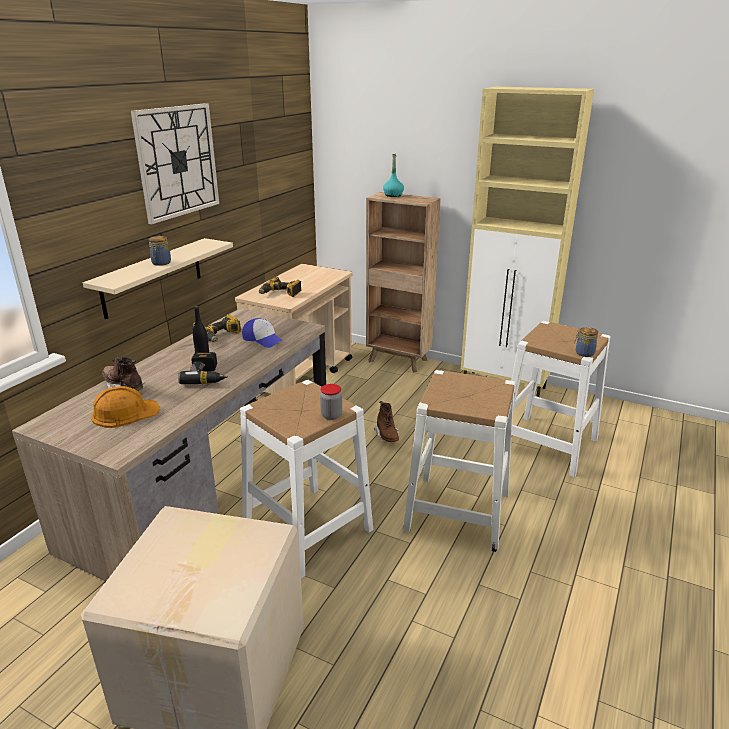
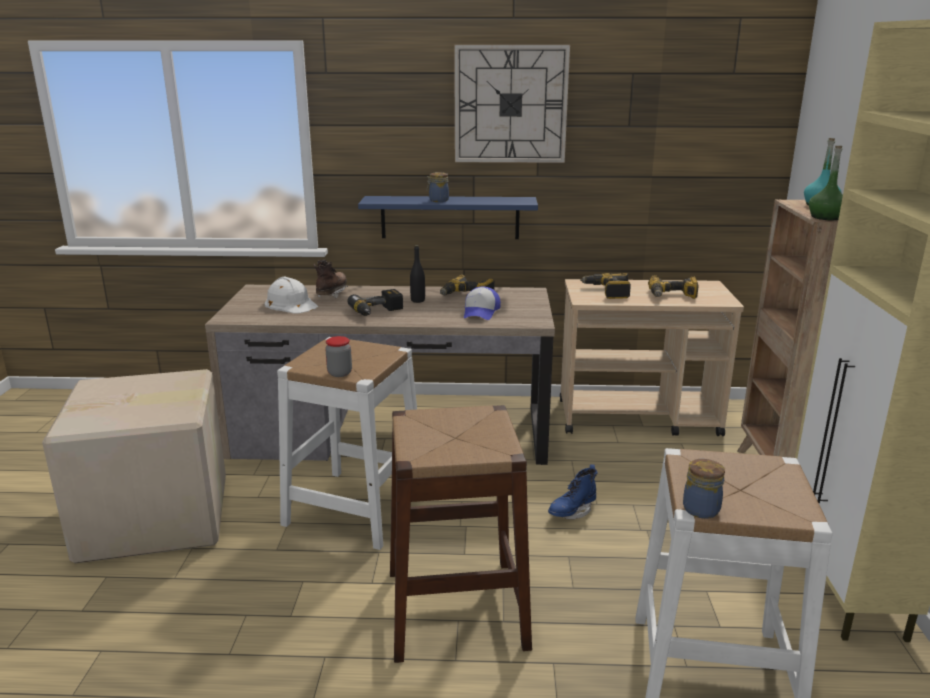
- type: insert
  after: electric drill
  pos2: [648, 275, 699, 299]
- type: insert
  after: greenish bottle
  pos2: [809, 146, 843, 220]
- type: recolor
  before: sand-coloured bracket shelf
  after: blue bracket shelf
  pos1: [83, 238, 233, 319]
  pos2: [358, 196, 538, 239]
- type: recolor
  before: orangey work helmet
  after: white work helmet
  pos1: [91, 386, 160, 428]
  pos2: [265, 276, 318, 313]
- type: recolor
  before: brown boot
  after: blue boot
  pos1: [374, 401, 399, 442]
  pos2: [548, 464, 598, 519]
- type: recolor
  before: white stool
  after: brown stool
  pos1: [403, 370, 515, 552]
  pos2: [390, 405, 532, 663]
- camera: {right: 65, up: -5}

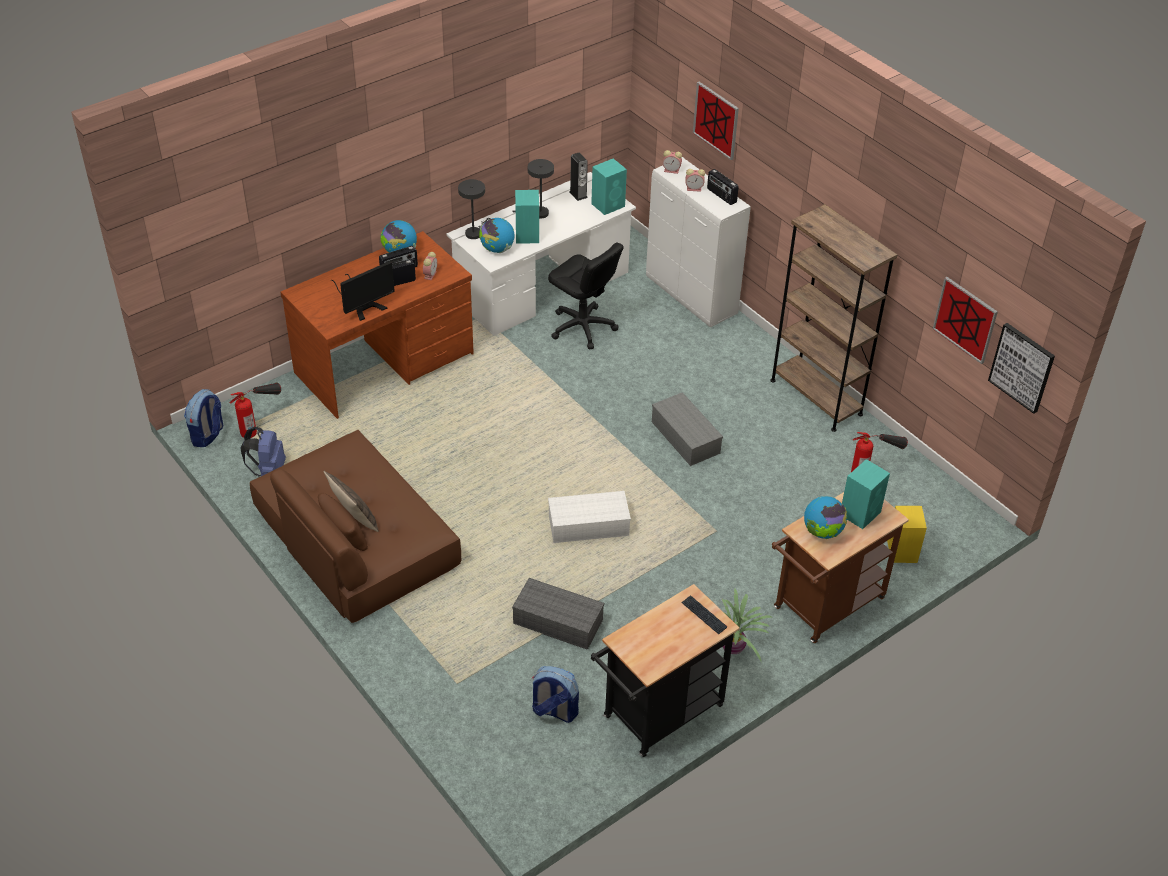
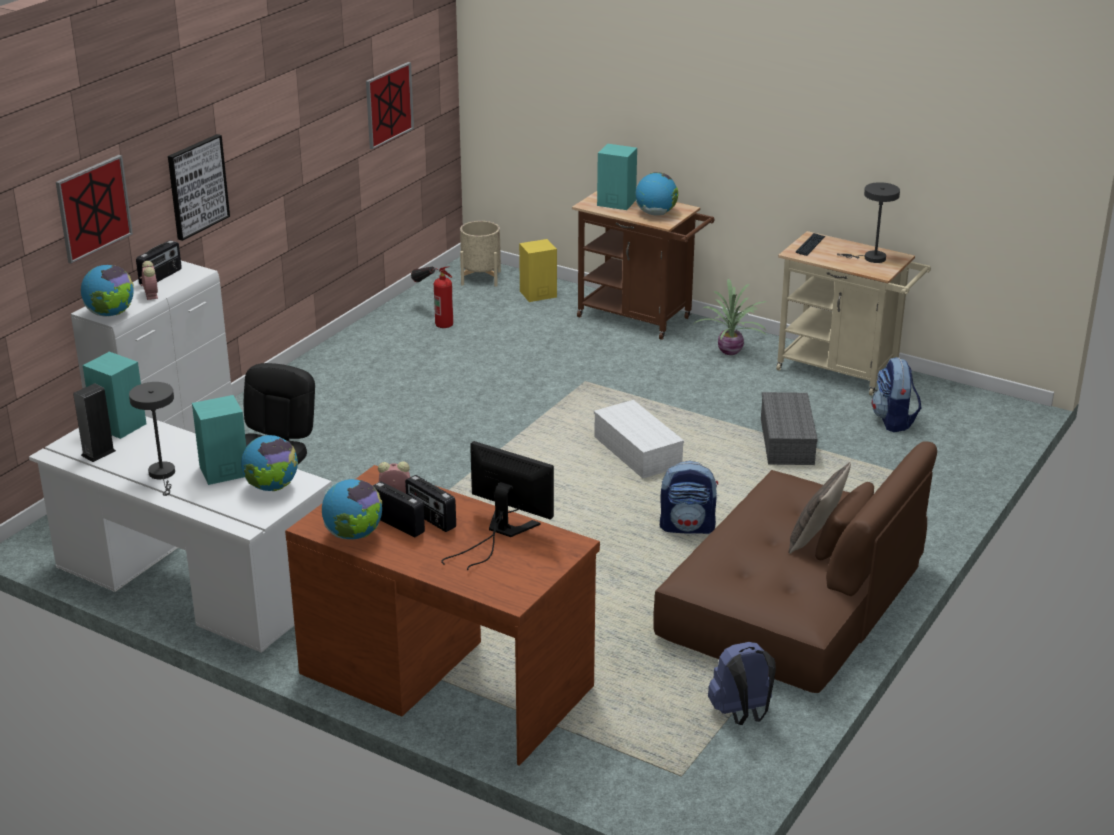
- type: delete
  before: fire-fighting cylinder
  pos1: [230, 383, 281, 438]
- type: delete
  before: gray storage bin
  pos1: [652, 392, 723, 466]
- type: delete
  before: brown shelving unit
  pos1: [770, 204, 897, 432]
- type: insert
  after: sand-coloured plant pot
  pos2: [460, 221, 501, 287]
- type: move
  before: backpack
  pos1: [184, 389, 223, 447]
  pos2: [660, 461, 718, 534]
- type: move
  before: gray table lamp
  pos1: [458, 179, 490, 239]
  pos2: [838, 182, 900, 263]
- type: move
  before: picture
  pos1: [988, 323, 1055, 414]
  pos2: [168, 134, 230, 241]
- type: replace
  before: bedside clock
  after: globe
  pos1: [663, 150, 682, 174]
  pos2: [81, 265, 134, 316]
- type: recolor
  before: black trolley
  after: sand-coloured trolley
  pos1: [591, 584, 740, 757]
  pos2: [776, 231, 931, 396]
- camera: {right: -110, up: -15}

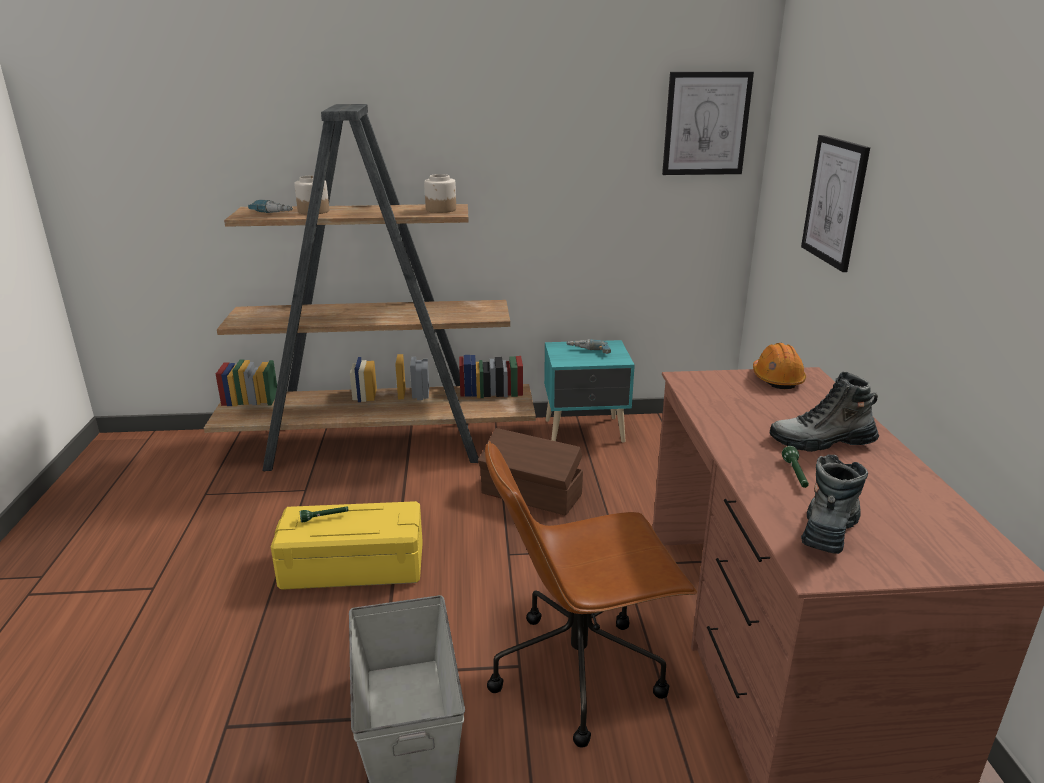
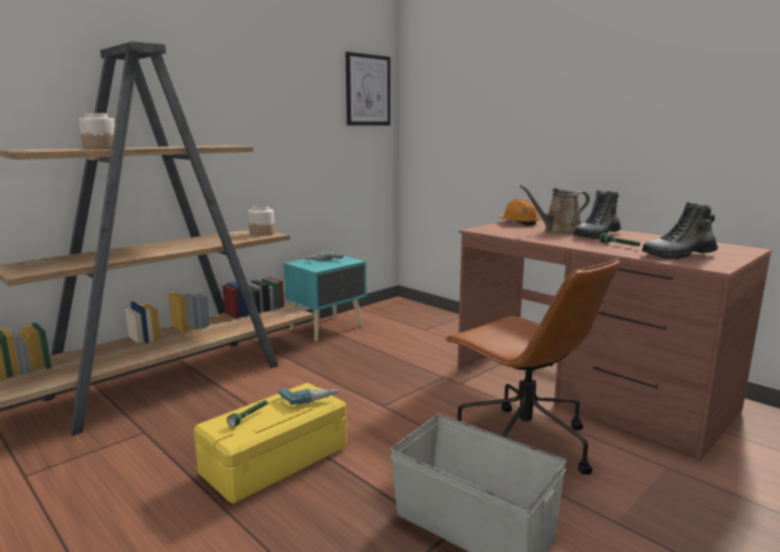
- type: delete
  before: brown storage bin
  pos1: [478, 428, 583, 516]
- type: delete
  before: picture
  pos1: [801, 135, 870, 272]
- type: insert
  after: brown watering can
  pos2: [520, 185, 590, 234]
- type: move
  before: electric drill
  pos1: [248, 200, 293, 213]
  pos2: [278, 387, 340, 405]
- type: move
  before: storage jar
  pos1: [424, 174, 456, 213]
  pos2: [248, 206, 275, 236]
- type: rotate
  before: brown office chair
  pos1: [485, 441, 697, 748]
  pos2: [444, 258, 620, 475]
  turn: -75
- type: rotate
  before: boot
  pos1: [801, 454, 868, 554]
  pos2: [642, 202, 718, 259]
  turn: -90
- camera: {right: -40, up: -10}

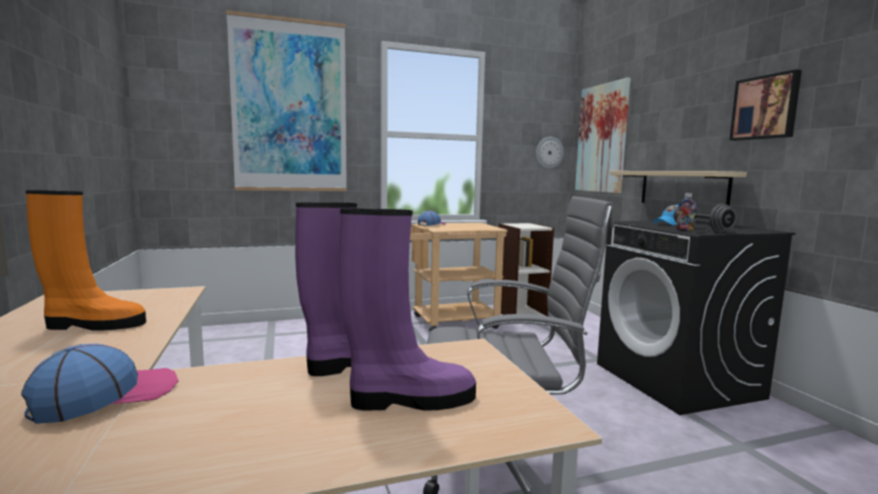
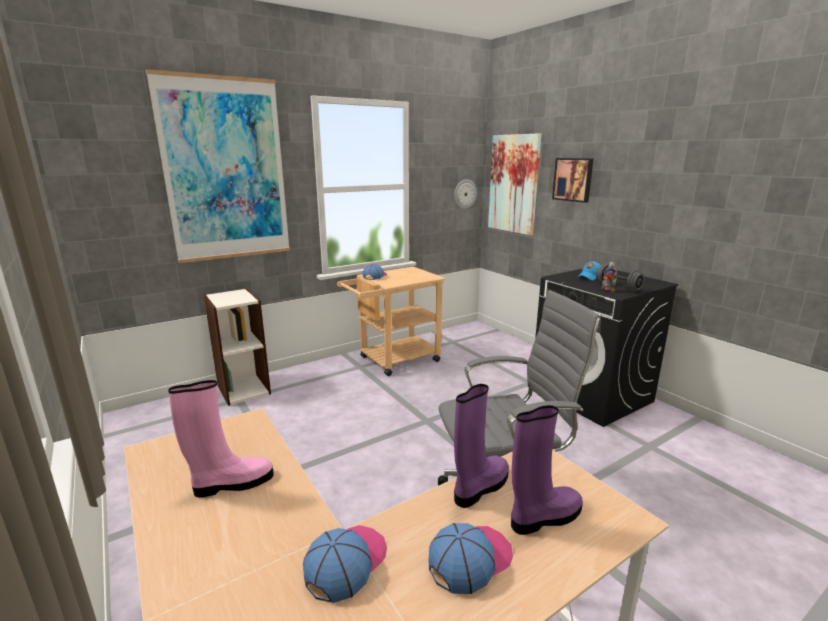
- type: delete
  before: sand-coloured bracket shelf
  pos1: [610, 171, 747, 206]
- type: insert
  after: baseball cap
  pos2: [428, 523, 513, 594]
- type: move
  before: shelving unit
  pos1: [498, 223, 554, 316]
  pos2: [204, 288, 271, 406]
- type: move
  before: picture
  pos1: [729, 69, 802, 141]
  pos2: [552, 158, 593, 203]
- type: recolor
  before: orangey boot
  after: pink-coloured boot
  pos1: [26, 190, 146, 330]
  pos2: [168, 380, 274, 497]
- camera: {right: -15, up: 10}

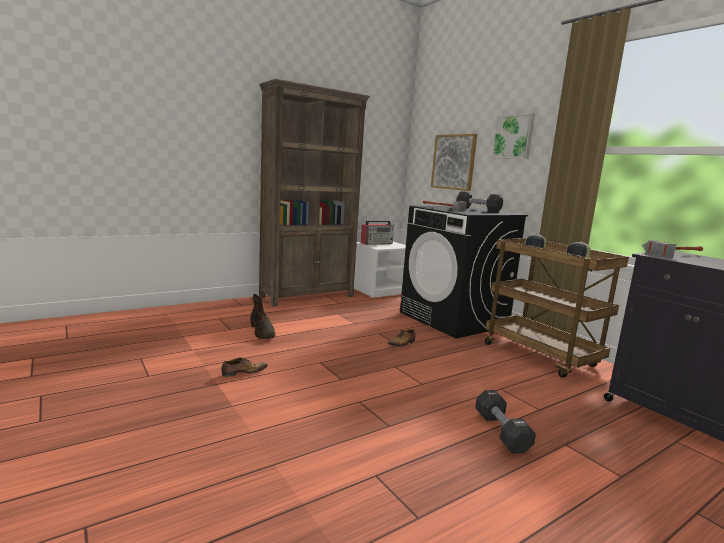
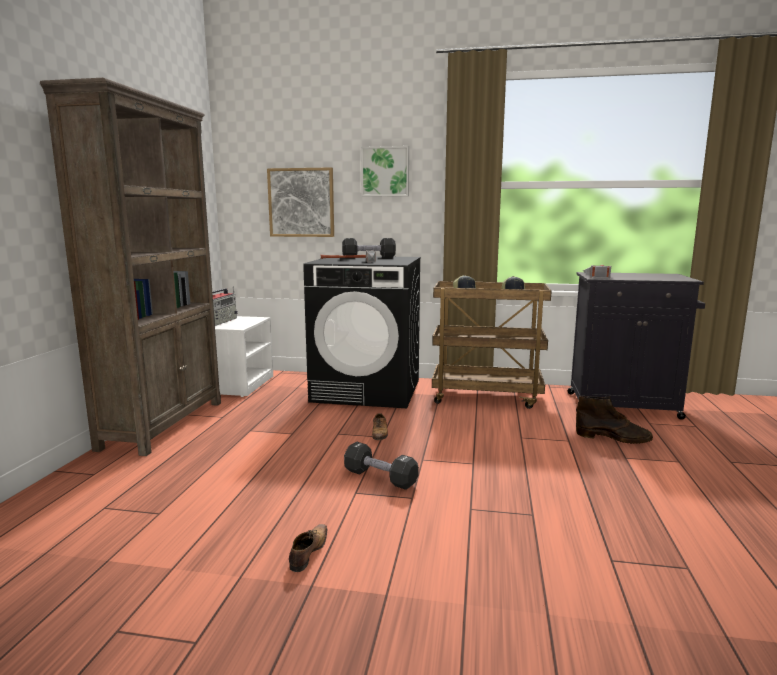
- type: move
  before: brown boot
  pos1: [250, 294, 276, 339]
  pos2: [576, 396, 653, 444]
- type: move
  before: black dumbbell
  pos1: [475, 390, 536, 454]
  pos2: [344, 442, 419, 490]
- camera: {right: -45, up: 0}

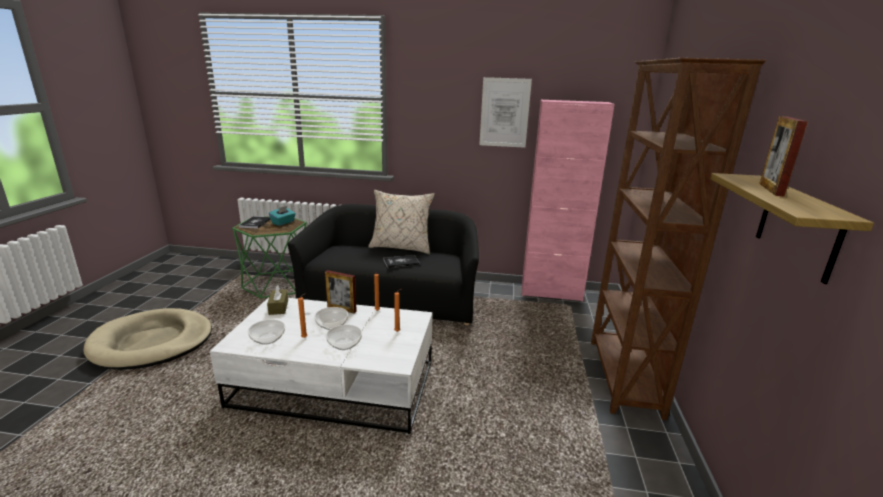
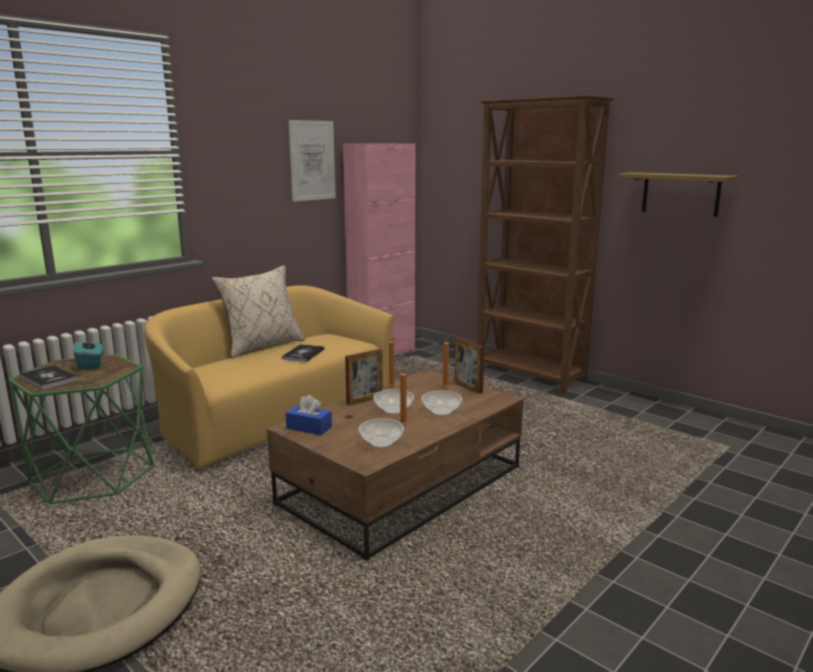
- type: move
  before: standing frame
  pos1: [759, 116, 808, 196]
  pos2: [454, 338, 485, 394]
- type: recolor
  before: white lounge table
  after: brown lounge table
  pos1: [210, 297, 433, 434]
  pos2: [267, 370, 523, 561]
- type: recolor
  before: brown box of tissues
  after: blue box of tissues
  pos1: [267, 285, 288, 315]
  pos2: [286, 395, 332, 435]
- type: recolor
  before: black settee
  after: yellowish settee
  pos1: [288, 204, 479, 325]
  pos2: [144, 285, 394, 471]
- camera: {right: -55, up: -5}

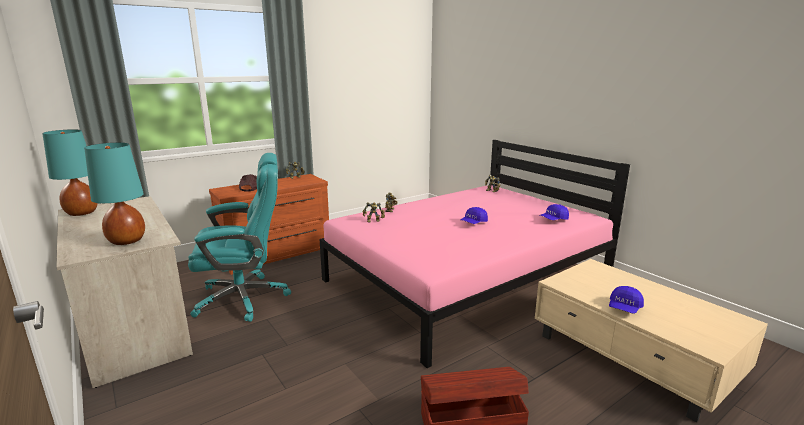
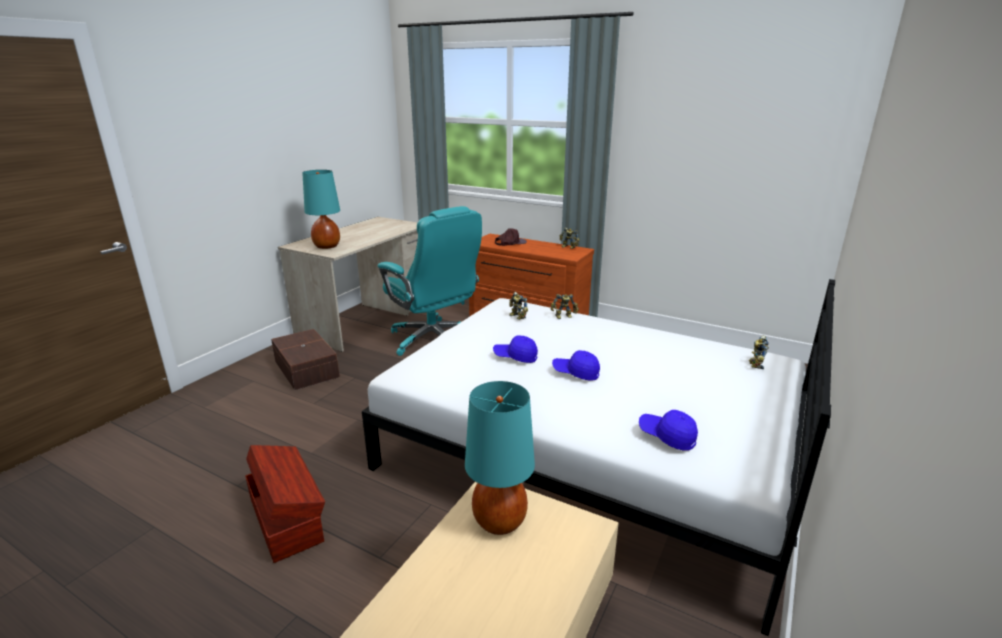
- type: insert
  after: brown storage bin
  pos2: [271, 329, 340, 390]
- type: move
  before: blue-green table lamp
  pos1: [42, 129, 98, 216]
  pos2: [465, 381, 535, 535]
- type: move
  before: blue baseball cap
  pos1: [609, 286, 644, 314]
  pos2: [493, 335, 538, 363]
- type: recolor
  before: pink-coloured sleeping bed
  after: white sleeping bed
  pos1: [319, 140, 630, 368]
  pos2: [362, 279, 835, 636]
- camera: {right: 65, up: 5}

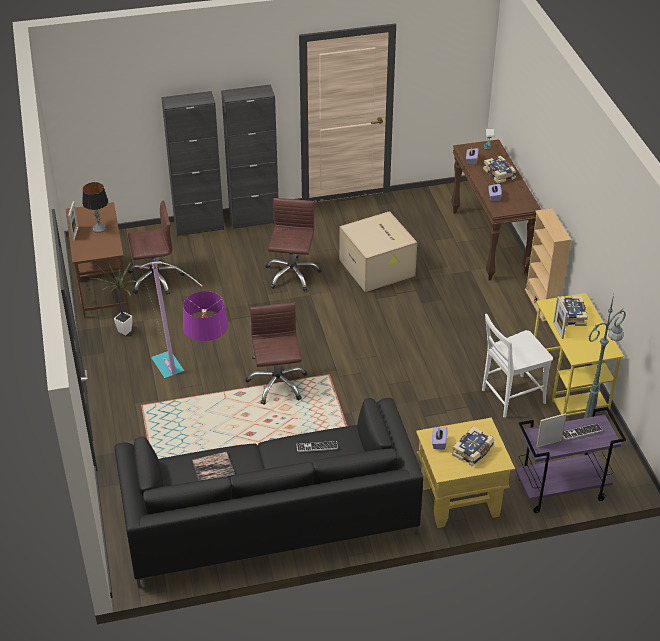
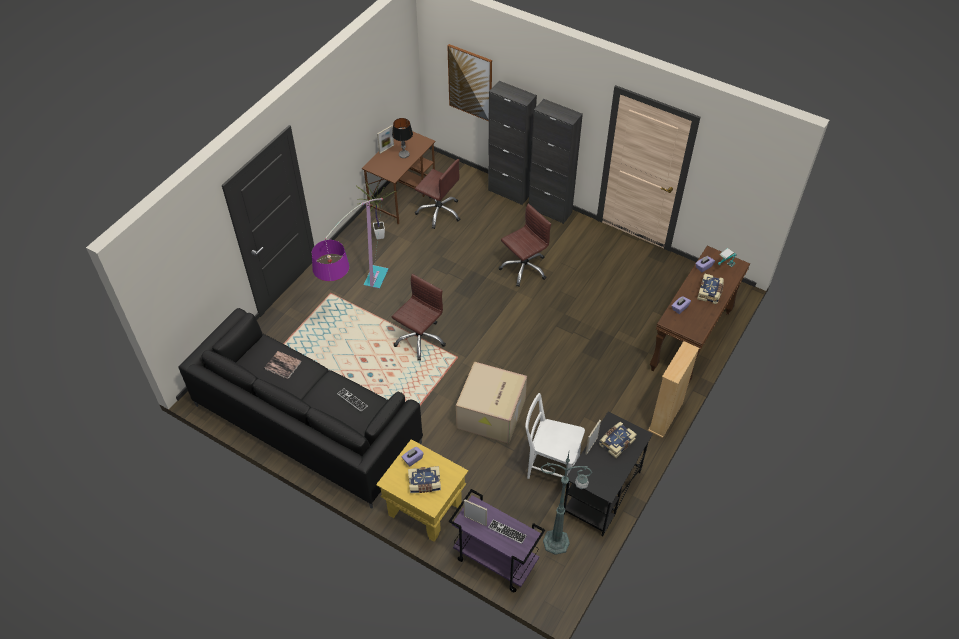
- type: insert
  after: picture
  pos2: [447, 44, 492, 121]
- type: move
  before: packing box
  pos1: [339, 211, 417, 292]
  pos2: [456, 362, 527, 444]
- type: recolor
  before: yellowish desk
  after: black desk
  pos1: [534, 293, 624, 416]
  pos2: [564, 412, 653, 537]
- camera: {right: 45, up: 10}

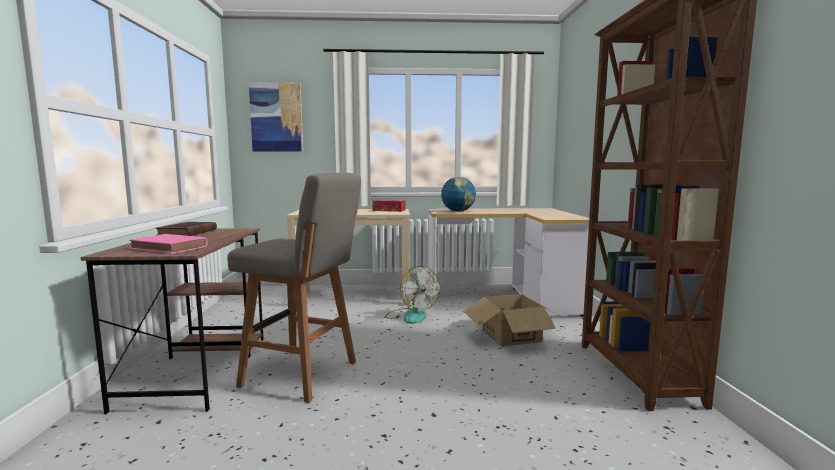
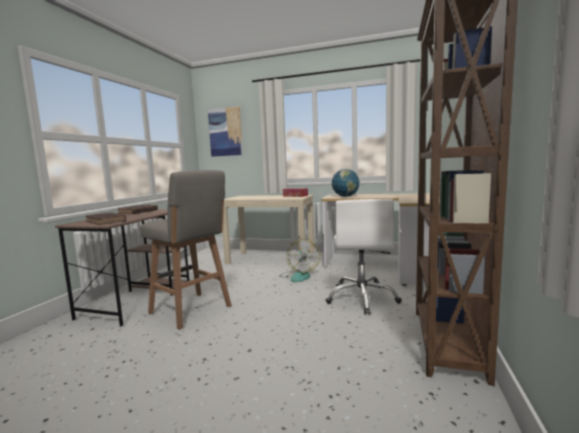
- type: replace
  before: packing box
  after: white office chair
  pos1: [463, 294, 563, 347]
  pos2: [326, 199, 402, 315]
- type: recolor
  before: pink-coloured bound book
  after: brown bound book
  pos1: [129, 234, 208, 254]
  pos2: [86, 213, 126, 225]
- camera: {right: 20, up: 0}

